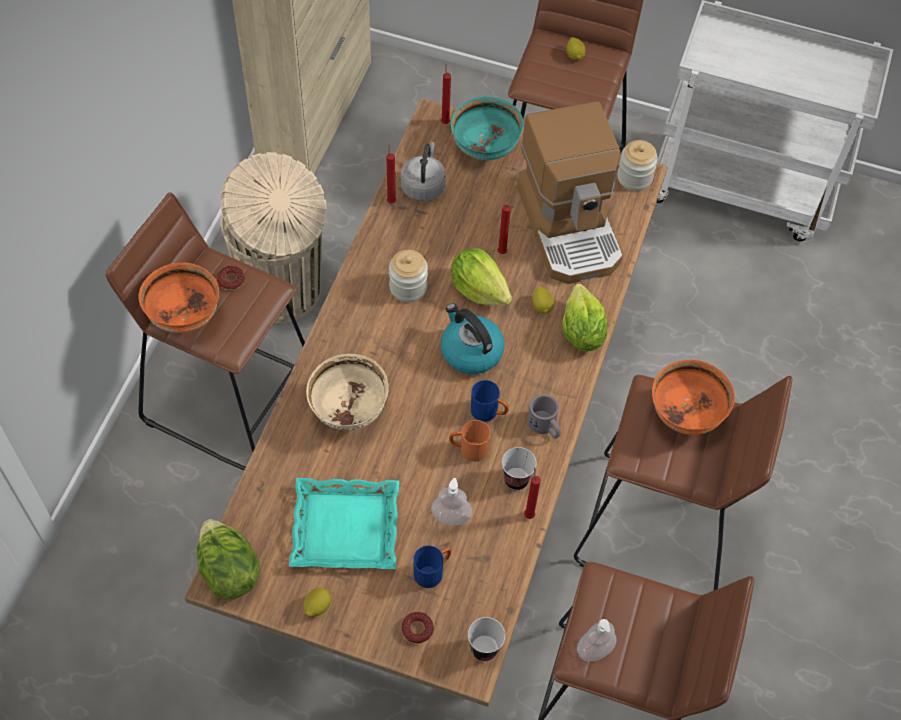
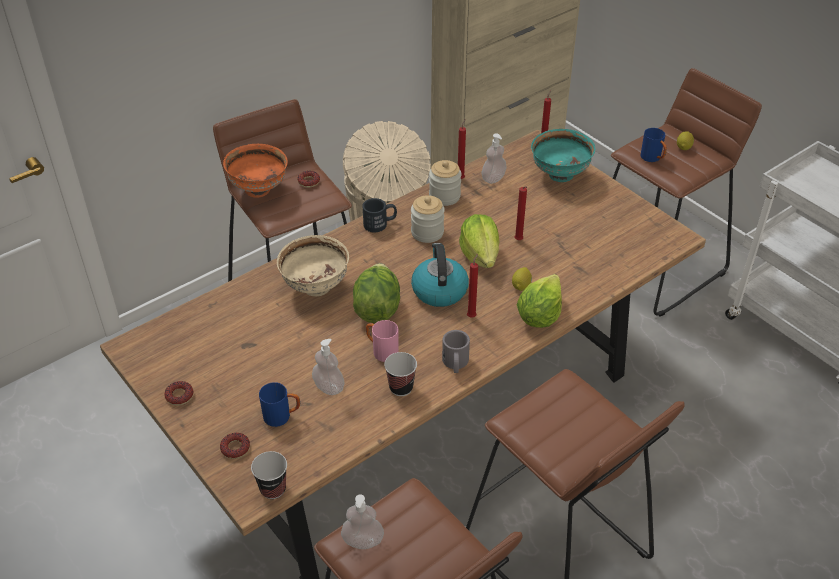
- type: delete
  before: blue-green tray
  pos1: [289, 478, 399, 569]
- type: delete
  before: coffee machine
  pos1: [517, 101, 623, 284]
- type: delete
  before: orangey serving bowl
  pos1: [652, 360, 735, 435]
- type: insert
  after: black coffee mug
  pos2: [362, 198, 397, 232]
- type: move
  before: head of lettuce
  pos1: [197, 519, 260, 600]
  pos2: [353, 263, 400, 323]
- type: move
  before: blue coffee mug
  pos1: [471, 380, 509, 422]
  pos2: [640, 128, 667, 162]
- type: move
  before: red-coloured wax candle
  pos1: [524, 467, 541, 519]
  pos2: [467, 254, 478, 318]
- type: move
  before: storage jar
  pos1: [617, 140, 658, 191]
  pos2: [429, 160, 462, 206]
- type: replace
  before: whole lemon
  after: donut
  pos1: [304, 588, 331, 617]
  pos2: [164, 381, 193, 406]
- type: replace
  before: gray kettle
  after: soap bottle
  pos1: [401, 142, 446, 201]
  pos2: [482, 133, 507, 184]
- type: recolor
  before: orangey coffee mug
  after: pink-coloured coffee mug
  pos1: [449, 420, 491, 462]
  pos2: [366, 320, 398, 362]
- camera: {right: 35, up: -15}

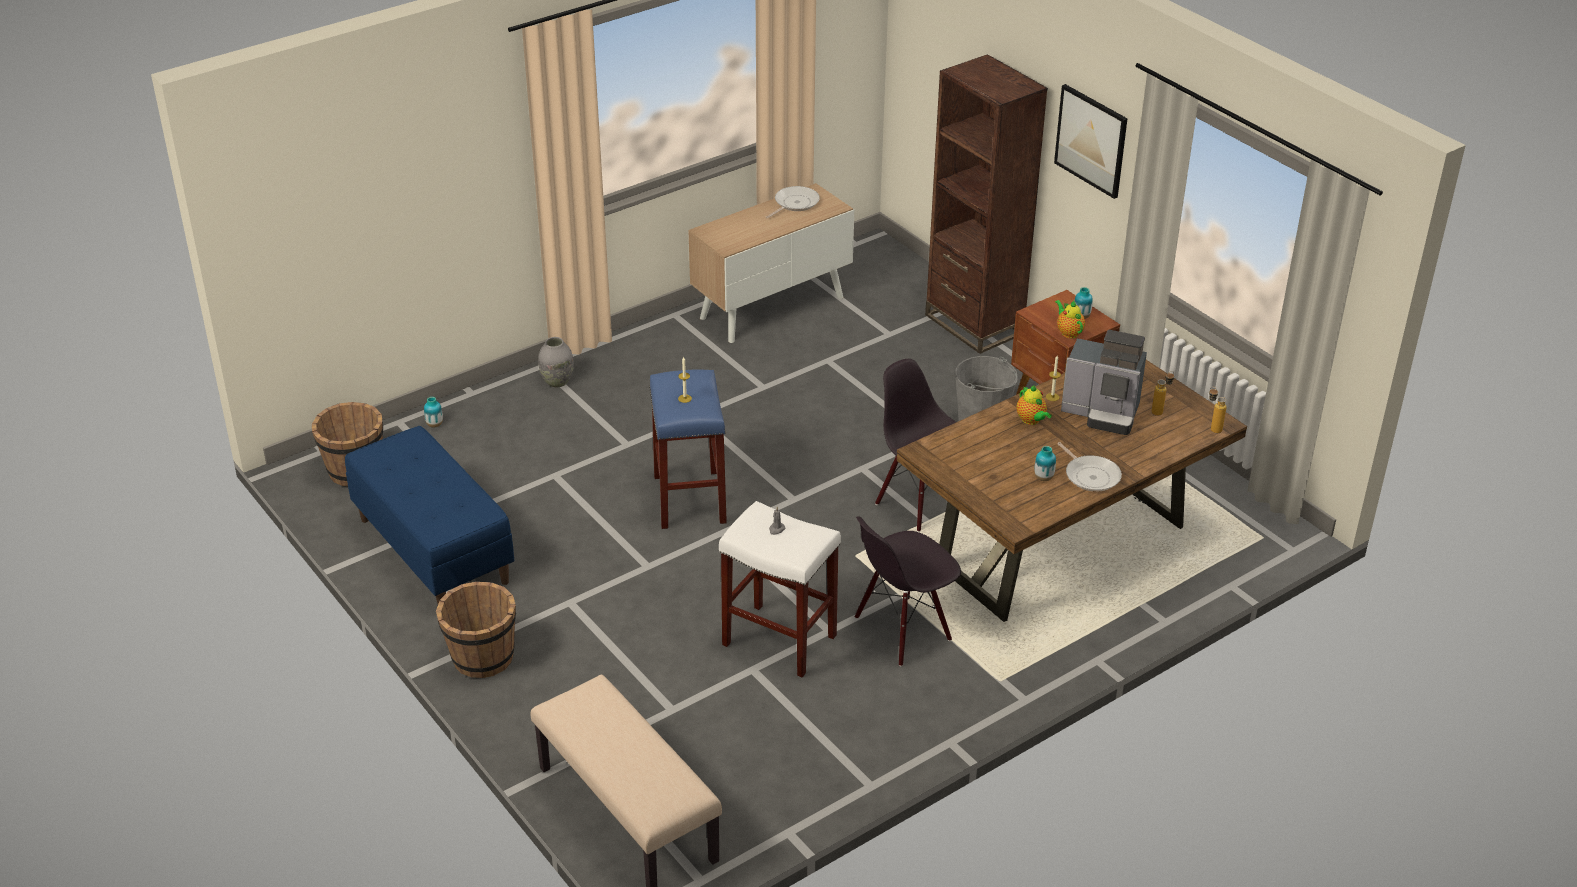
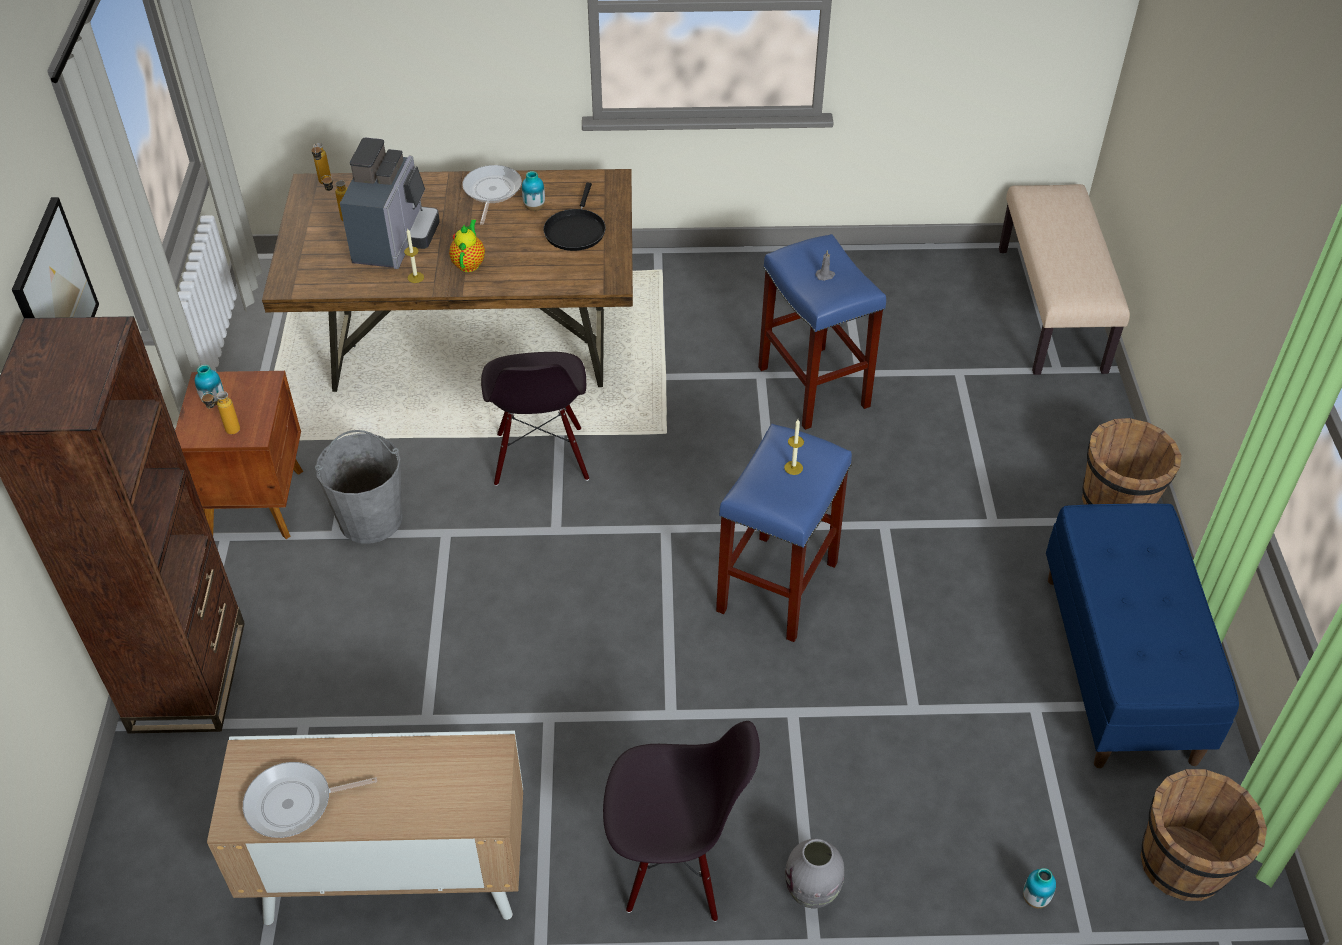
- type: delete
  before: teapot
  pos1: [1055, 300, 1085, 338]
- type: insert
  after: bottle
  pos2: [201, 391, 240, 434]
- type: insert
  after: black frying pan
  pos2: [543, 183, 606, 251]
- type: move
  before: black plain chair
  pos1: [855, 516, 961, 667]
  pos2: [603, 721, 760, 922]
- type: recolor
  before: white stool
  after: blue stool
  pos1: [719, 501, 841, 678]
  pos2: [758, 234, 886, 430]
- type: rotate
  before: coffee machine
  pos1: [1061, 330, 1147, 435]
  pos2: [340, 138, 440, 269]
  turn: 45
- camera: {right: -145, up: 10}

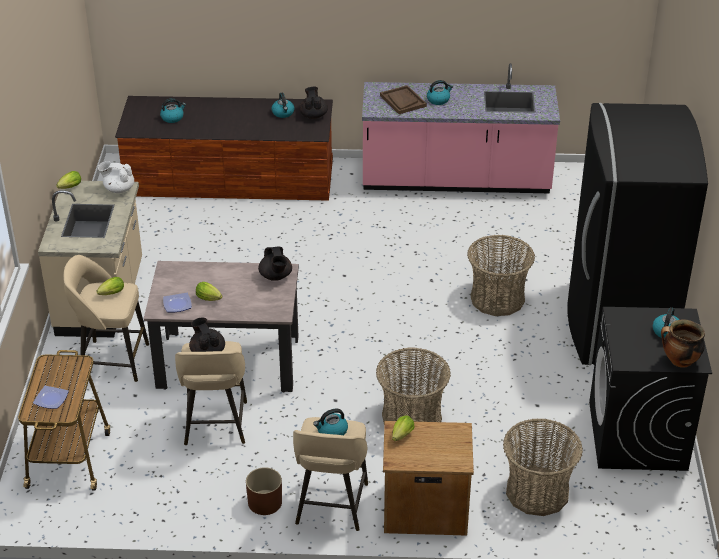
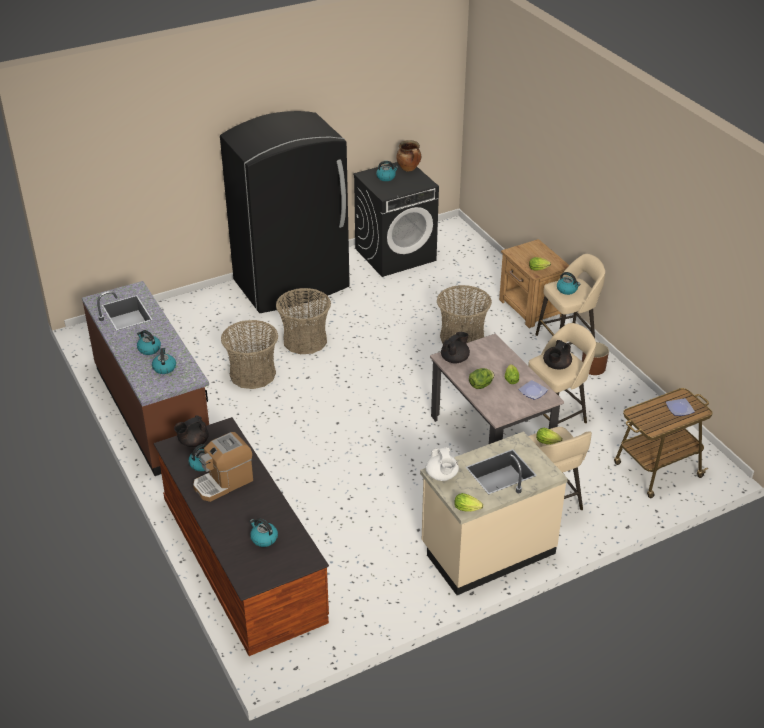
- type: insert
  after: coffee machine
  pos2: [193, 432, 253, 502]
- type: insert
  after: head of lettuce
  pos2: [469, 368, 494, 389]
- type: move
  before: household basket
  pos1: [503, 418, 583, 516]
  pos2: [221, 320, 278, 389]
- type: replace
  before: brown tray
  after: kettle
  pos1: [380, 85, 427, 114]
  pos2: [152, 348, 176, 374]
- type: recolor
  before: pink-coloured kitchen base unit
  after: brown kitchen base unit
  pos1: [362, 63, 560, 193]
  pos2: [82, 281, 209, 476]
- camera: {right: -120, up: 0}

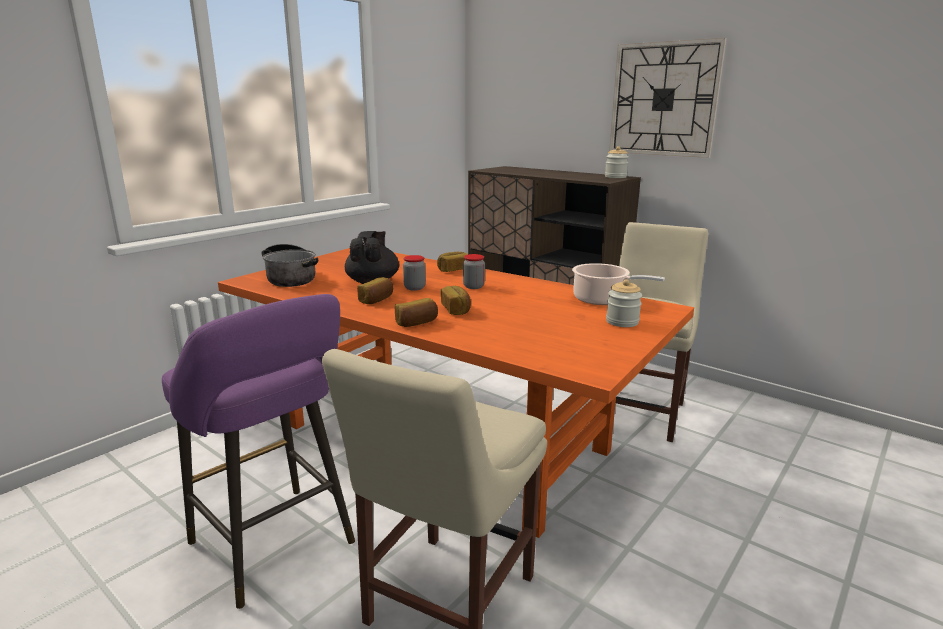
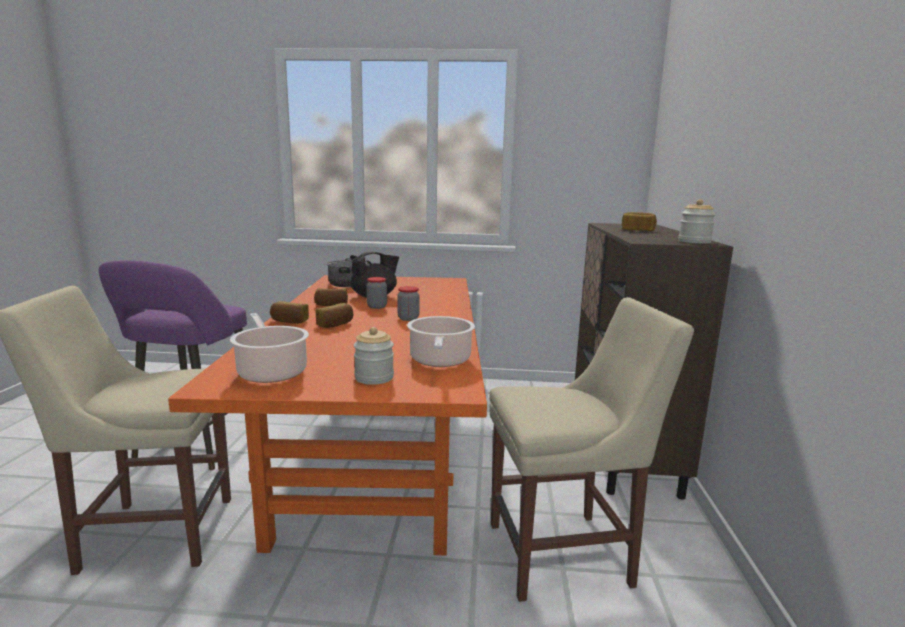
- type: delete
  before: wall clock
  pos1: [609, 38, 727, 158]
- type: insert
  after: stockpot
  pos2: [230, 313, 309, 383]
- type: move
  before: bread
  pos1: [437, 252, 468, 272]
  pos2: [622, 212, 657, 231]
- camera: {right: 55, up: -5}

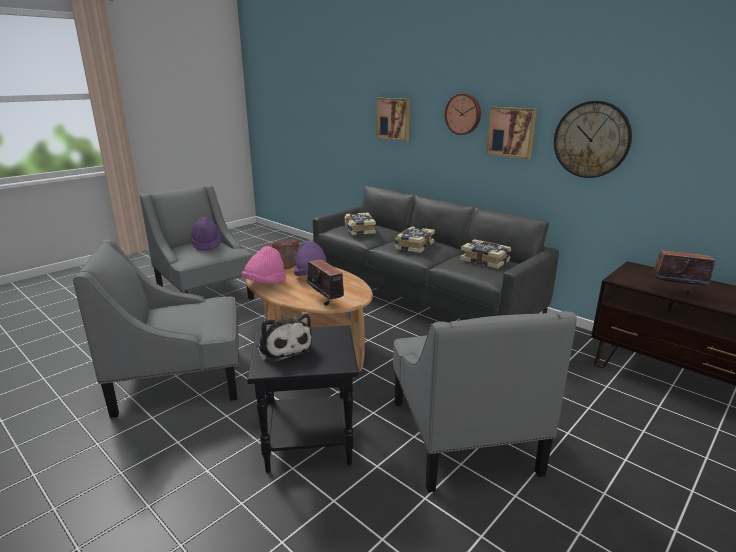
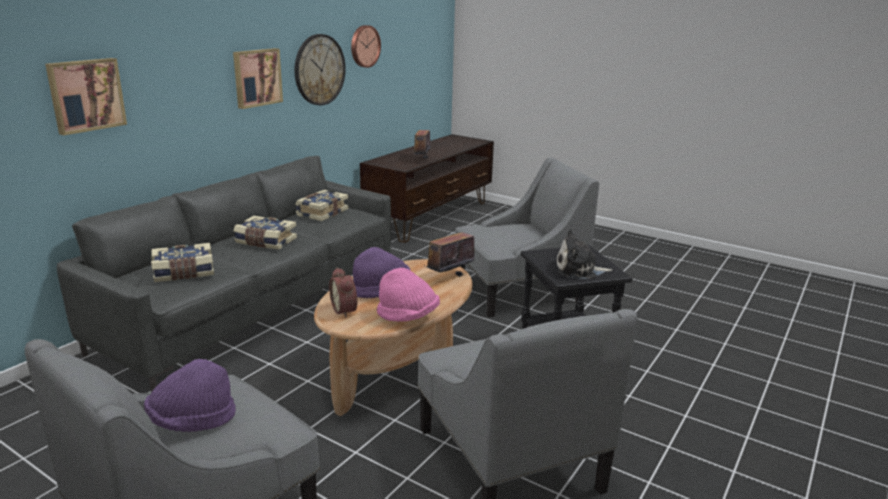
- type: move
  before: wall clock
  pos1: [445, 93, 481, 135]
  pos2: [351, 25, 381, 68]
- type: rotate
  before: soft toy
  pos1: [256, 313, 313, 364]
  pos2: [556, 229, 612, 279]
  turn: -135
- camera: {right: -100, up: 0}

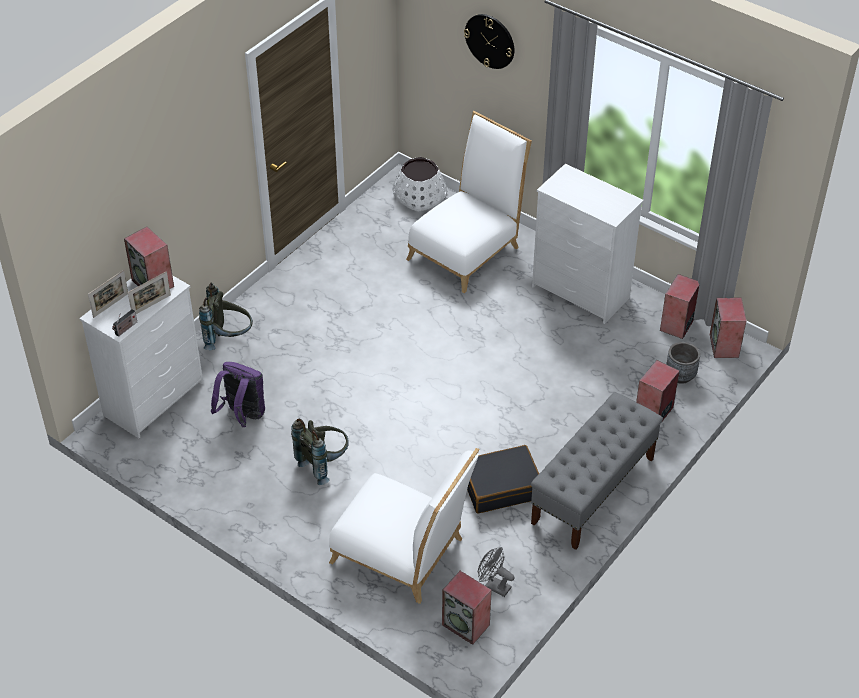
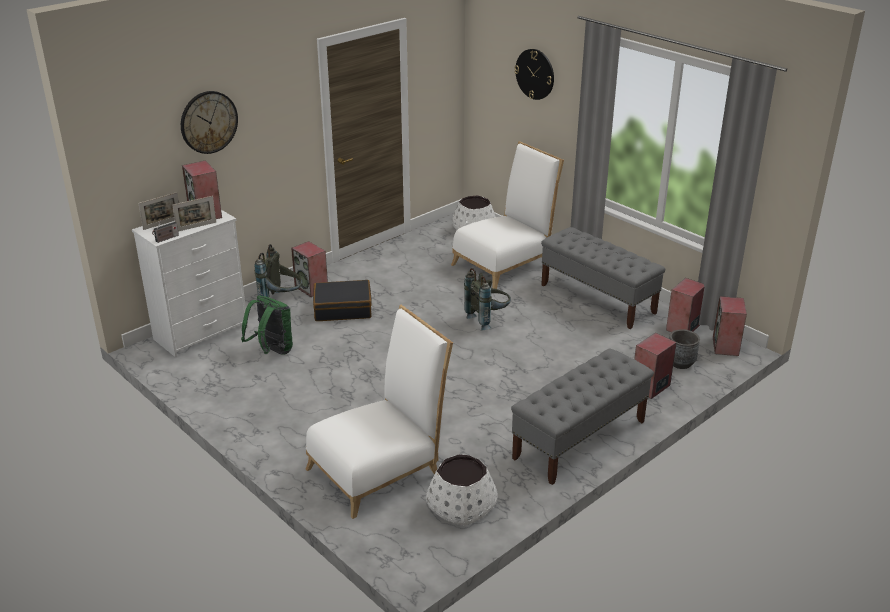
- type: insert
  after: wall clock
  pos2: [181, 91, 238, 154]
- type: move
  before: gray backpack
  pos1: [291, 419, 349, 485]
  pos2: [464, 268, 511, 331]
- type: move
  before: loudspeaker
  pos1: [442, 571, 492, 645]
  pos2: [291, 241, 328, 297]
- type: move
  before: black travel case
  pos1: [467, 445, 539, 513]
  pos2: [313, 280, 372, 321]
- type: replace
  before: gray electric fan
  after: white plant pot
  pos1: [478, 547, 515, 597]
  pos2: [426, 455, 498, 526]
- type: replace
  before: white dresser
  after: gray indoor bench
  pos1: [532, 164, 644, 324]
  pos2: [541, 227, 665, 329]
- type: recolor
  before: purple backpack
  after: greenish backpack
  pos1: [211, 362, 265, 427]
  pos2: [241, 296, 293, 355]
- type: rotate
  before: white plain chair
  pos1: [329, 448, 479, 604]
  pos2: [306, 305, 453, 519]
  turn: -75
- camera: {right: 10, up: -15}

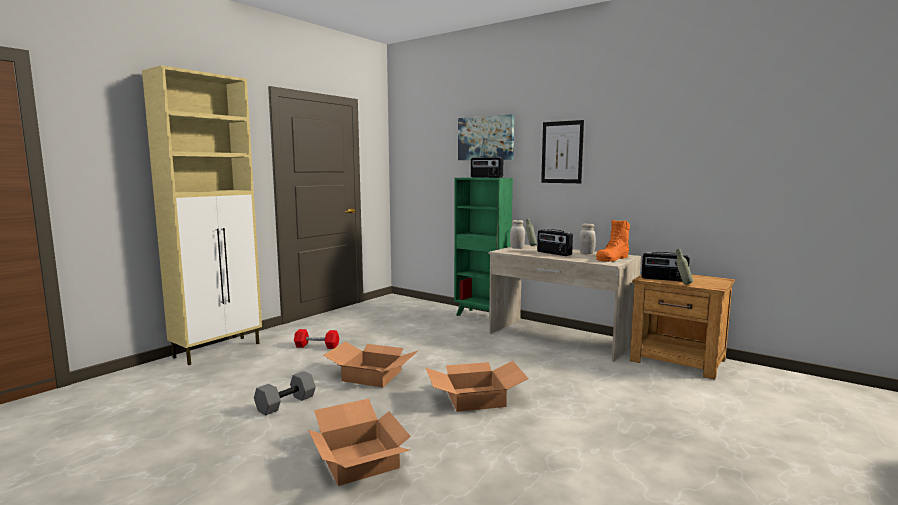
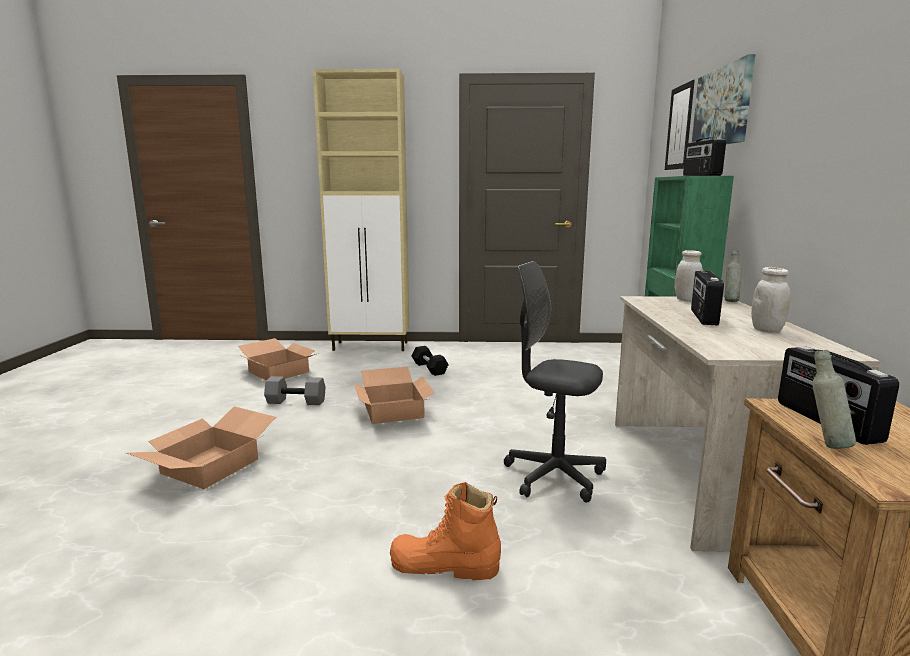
- type: insert
  after: gray office chair
  pos2: [504, 261, 606, 503]
- type: move
  before: packing box
  pos1: [426, 361, 529, 412]
  pos2: [238, 338, 319, 380]
- type: move
  before: picture
  pos1: [541, 120, 584, 183]
  pos2: [665, 80, 695, 170]
- type: move
  before: orangey boot
  pos1: [596, 220, 630, 262]
  pos2: [390, 482, 501, 580]
- type: recolor
  before: red-coloured dumbbell
  after: black dumbbell
  pos1: [294, 329, 339, 349]
  pos2: [412, 346, 449, 376]
- camera: {right: 55, up: 5}

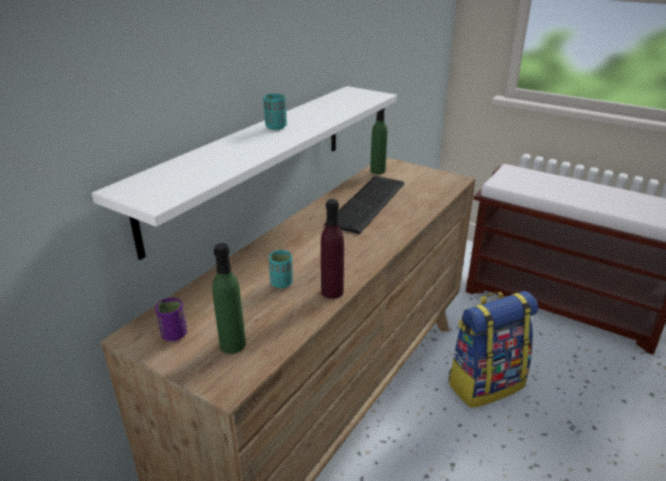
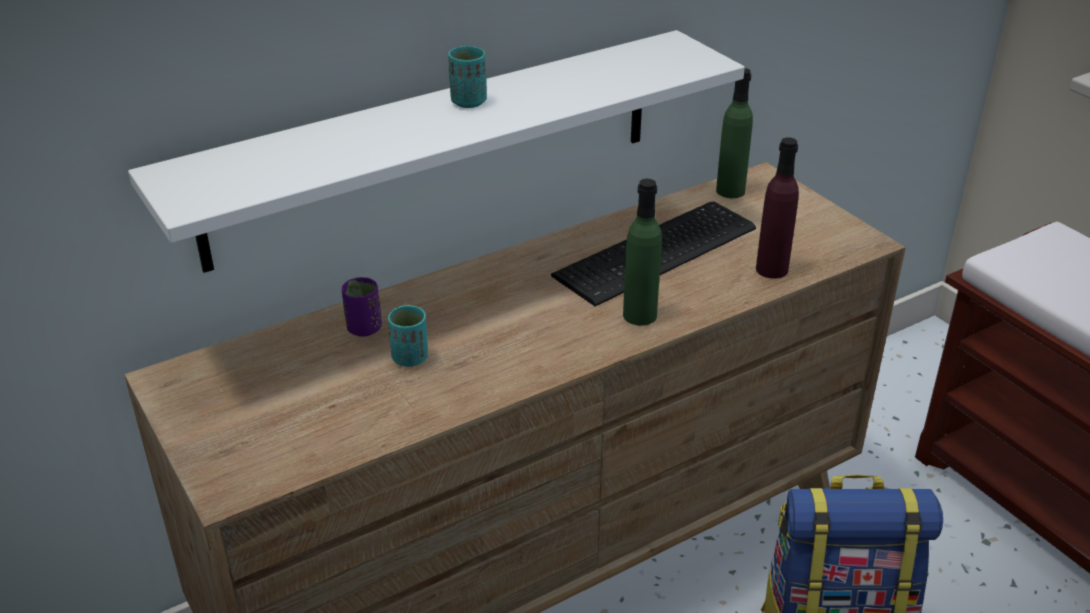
- type: move
  before: purple cup
  pos1: [155, 297, 187, 341]
  pos2: [342, 277, 382, 337]
- type: move
  before: greenish bottle
  pos1: [212, 243, 246, 354]
  pos2: [623, 179, 662, 326]
- type: move
  before: purple bottle
  pos1: [321, 199, 344, 299]
  pos2: [756, 137, 799, 279]
- camera: {right: 25, up: 5}

